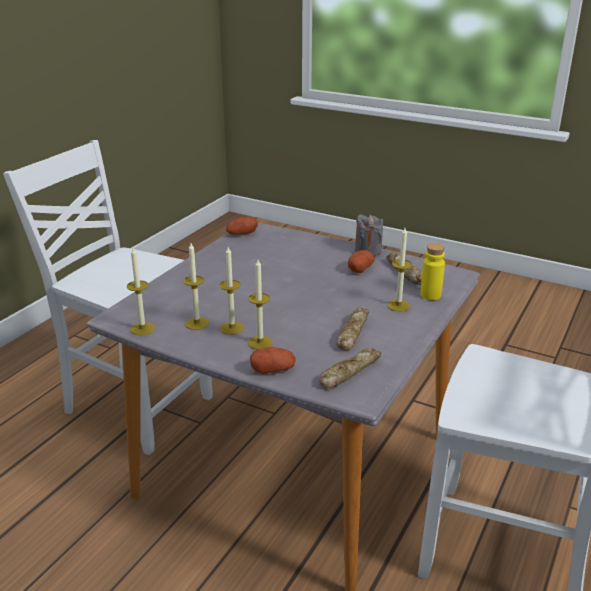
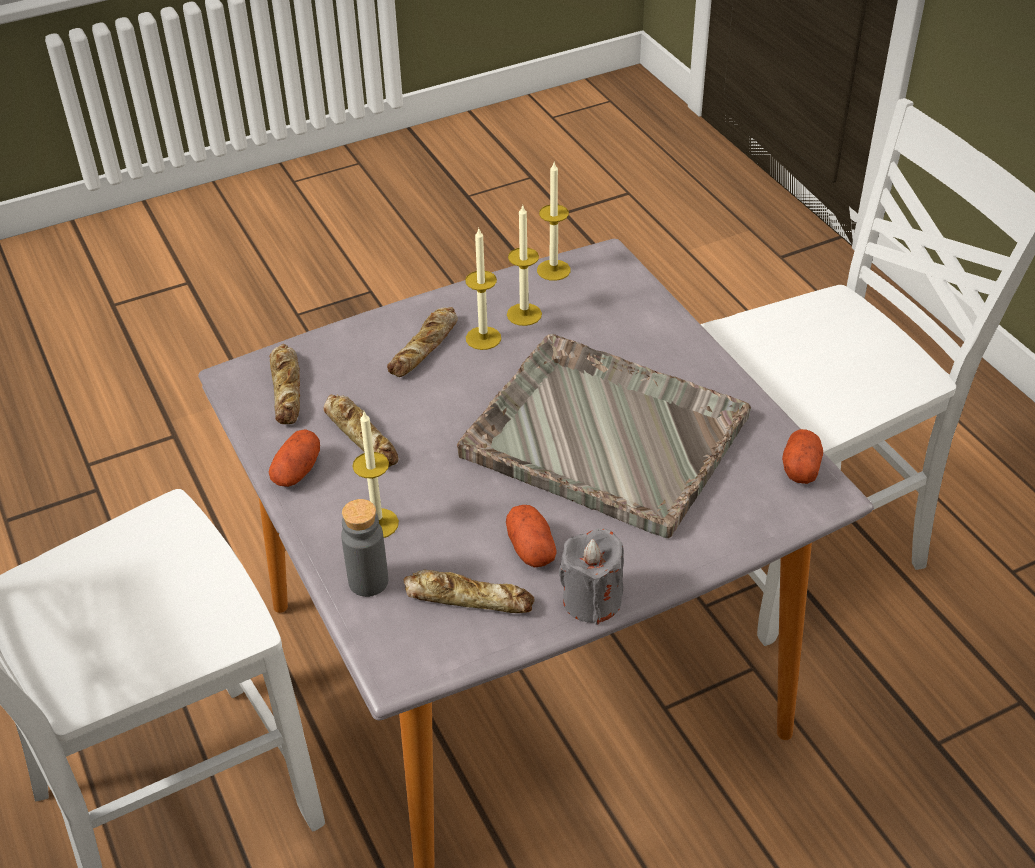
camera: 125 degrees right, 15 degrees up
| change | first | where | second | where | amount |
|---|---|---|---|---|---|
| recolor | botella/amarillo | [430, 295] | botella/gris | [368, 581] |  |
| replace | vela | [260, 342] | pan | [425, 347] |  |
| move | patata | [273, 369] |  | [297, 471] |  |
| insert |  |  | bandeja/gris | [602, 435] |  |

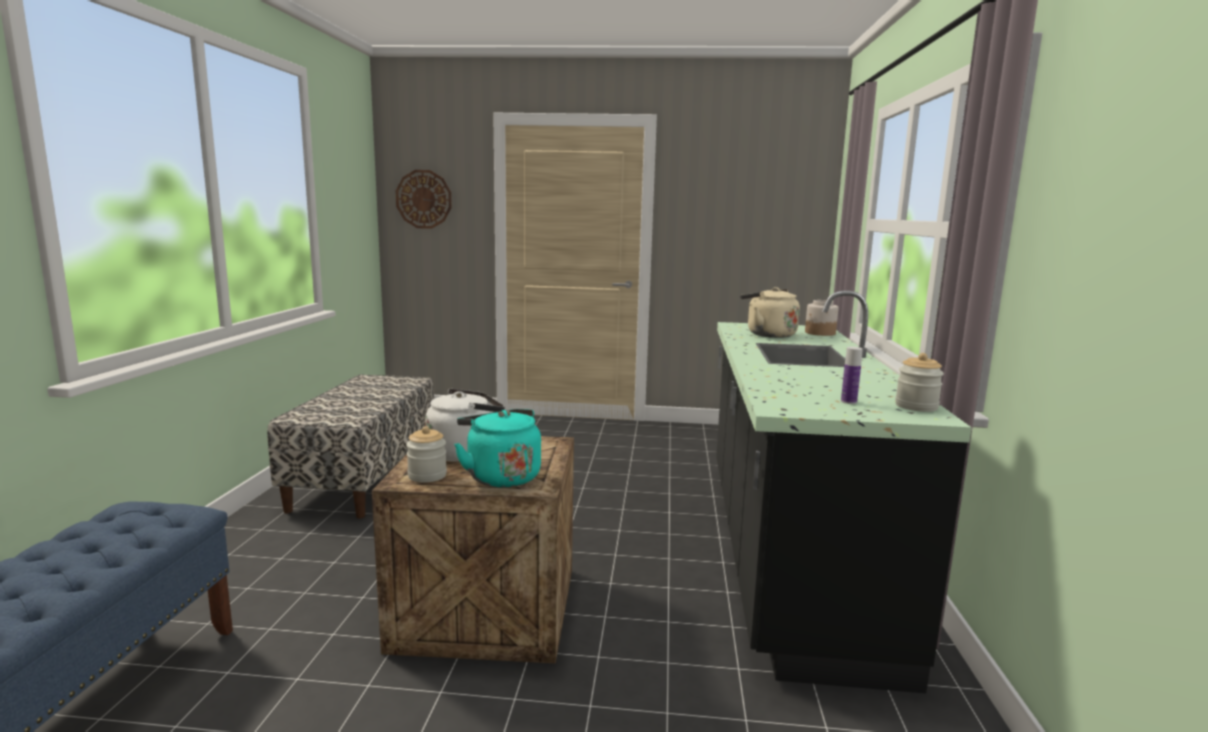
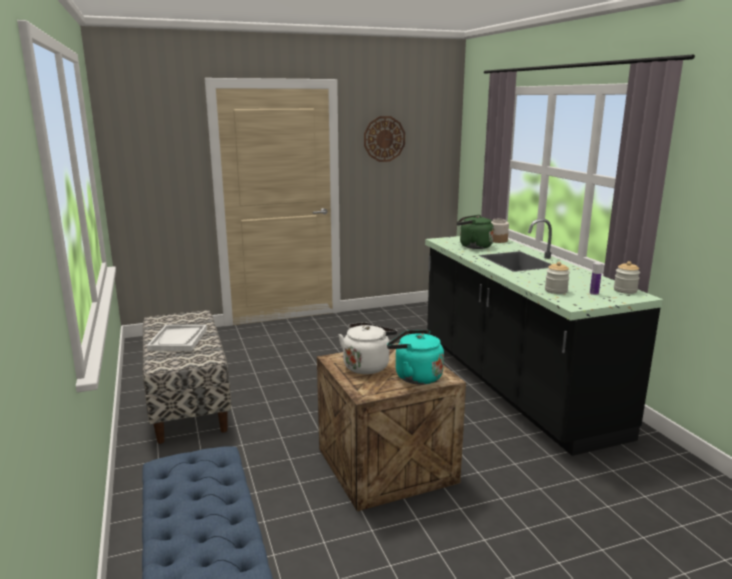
camera: 25 degrees left, 5 degrees up
| change | first | where | second | where | amount |
|---|---|---|---|---|---|
| move | reloj de pared | [424, 199] |  | [384, 139] |  |
| recolor | hervidor/beis | [768, 334] | hervidor/verde | [473, 246] |  |
| move | tarro | [427, 475] |  | [556, 290] |  |
| insert |  |  | bandeja/blanco | [178, 339] |  |

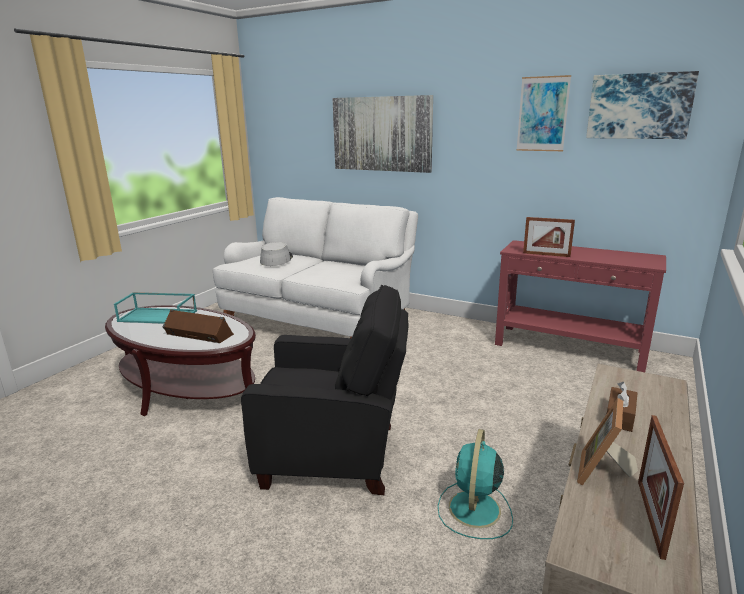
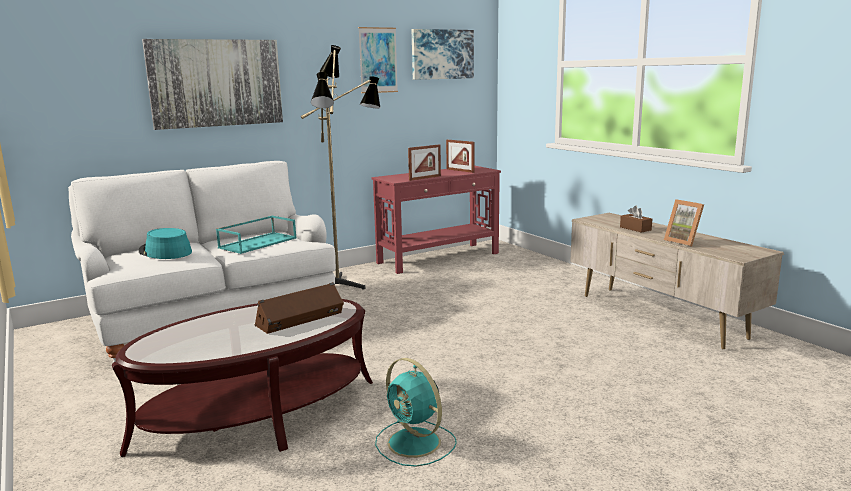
camera: 60 degrees left, 5 degrees down
| change | first | where | second | where | amount |
|---|---|---|---|---|---|
| recolor | sombrero/gris | [276, 259] | sombrero/turquesa | [165, 252] |  |
| delete | sillón/negro | [334, 455] |  |  |  |
| move | bandeja/turquesa | [159, 316] |  | [258, 242] |  |
| move | portarretratos | [650, 517] |  | [460, 170] |  |
| move | ventilador/turquesa | [474, 510] |  | [415, 443] |  |
| insert |  |  | lámpara de pie | [344, 284] |  |

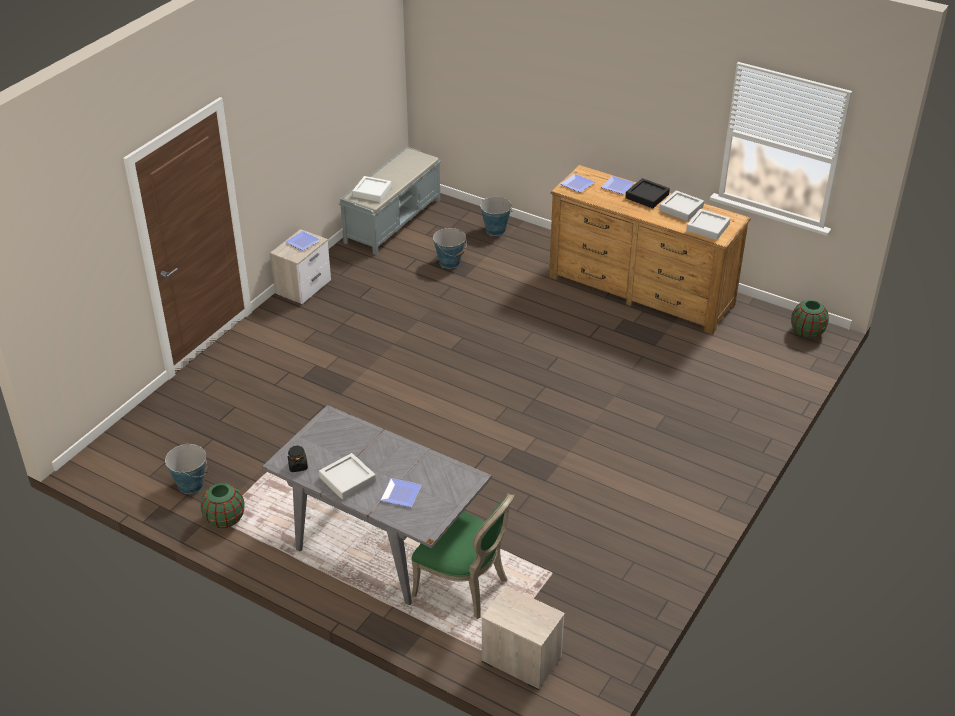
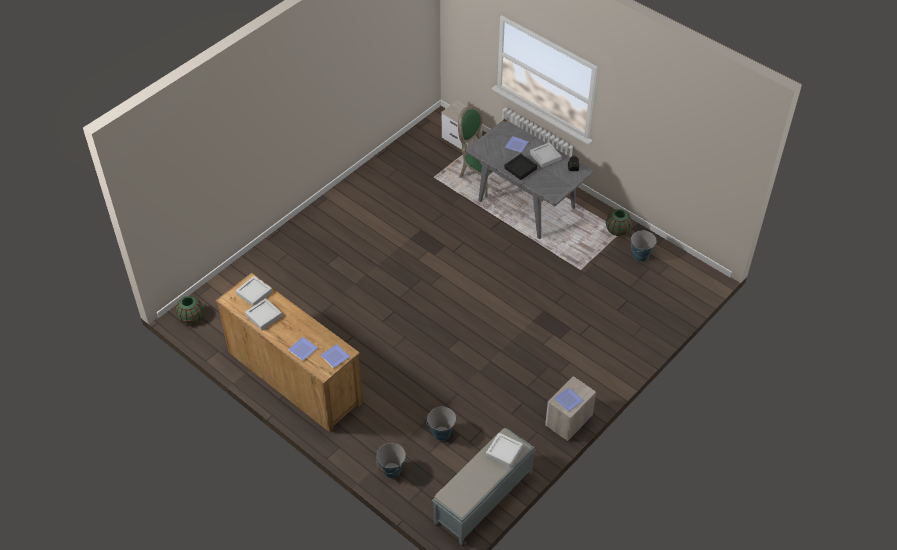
camera: 170 degrees left, 10 degrees up
| change | first | where | second | where | amount |
|---|---|---|---|---|---|
| move | bandeja/negro | [647, 196] |  | [520, 168] |  |

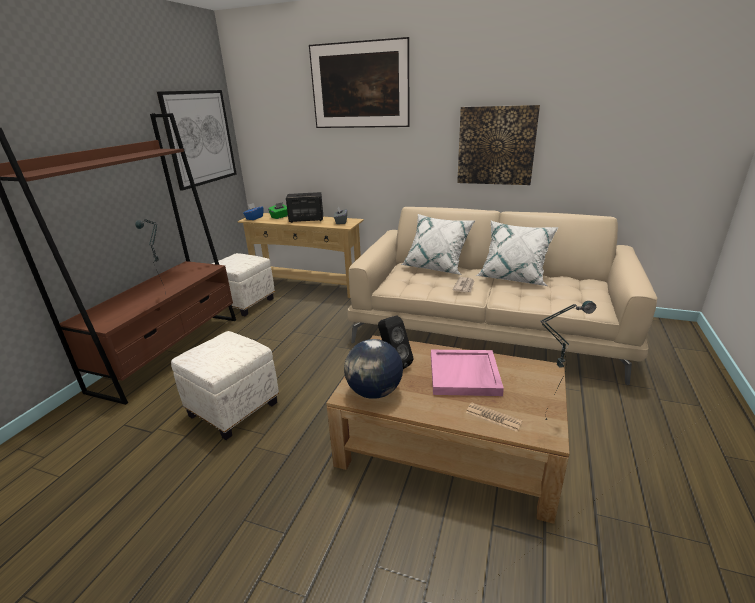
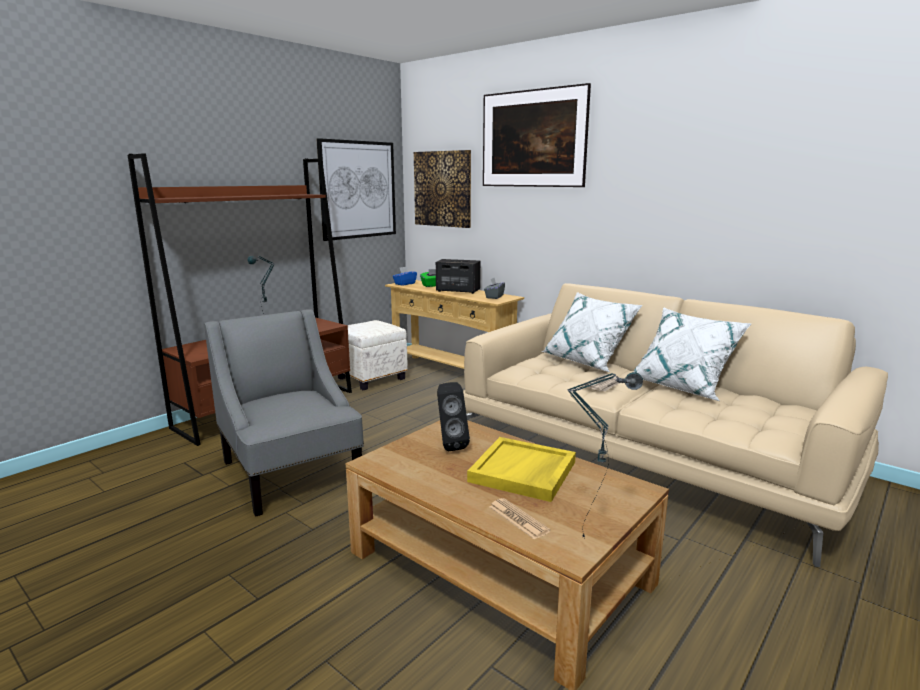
camera: 20 degrees right, 10 degrees down
| change | first | where | second | where | amount |
|---|---|---|---|---|---|
| move | cuadro | [496, 146] |  | [443, 189] |  |
| replace | puf/blanco | [234, 408] | sillón/gris | [291, 472] |  |
| delete | globo terráqueo | [374, 392] |  |  |  |
| recolor | bandeja/rosa | [464, 375] | bandeja/amarillo | [523, 472] |  |

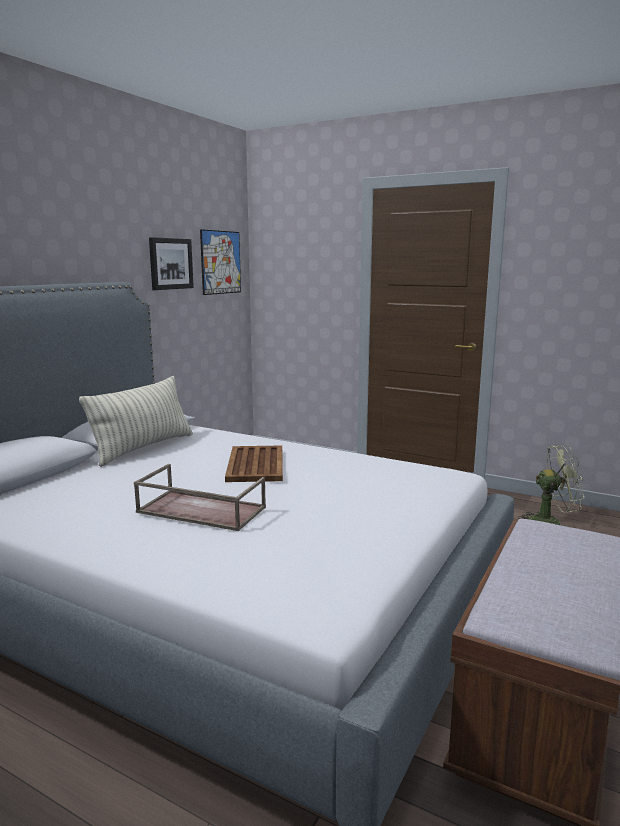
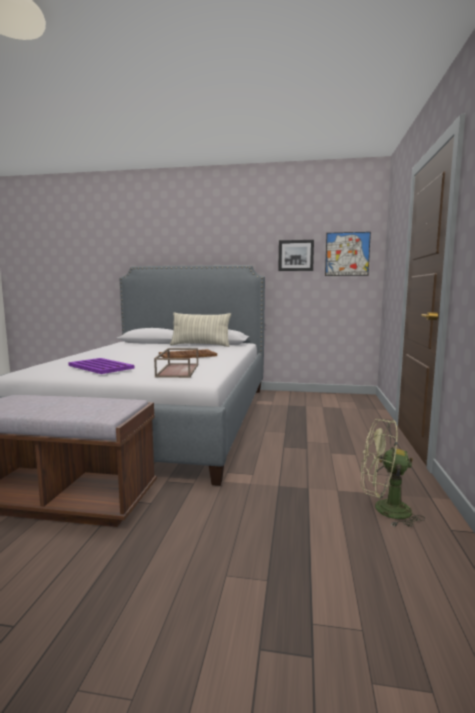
camera: 70 degrees right, 5 degrees down
| change | first | where | second | where | amount |
|---|---|---|---|---|---|
| rotate | ventilador/verde | [551, 522] |  | [384, 510] | 120 degrees clockwise |
| move | bandeja/marrón | [199, 510] |  | [177, 370] |  |
| insert |  |  | bandeja/morado | [100, 367] |  |

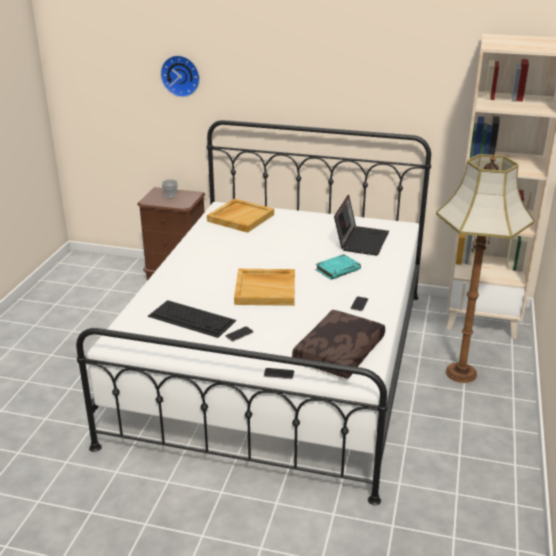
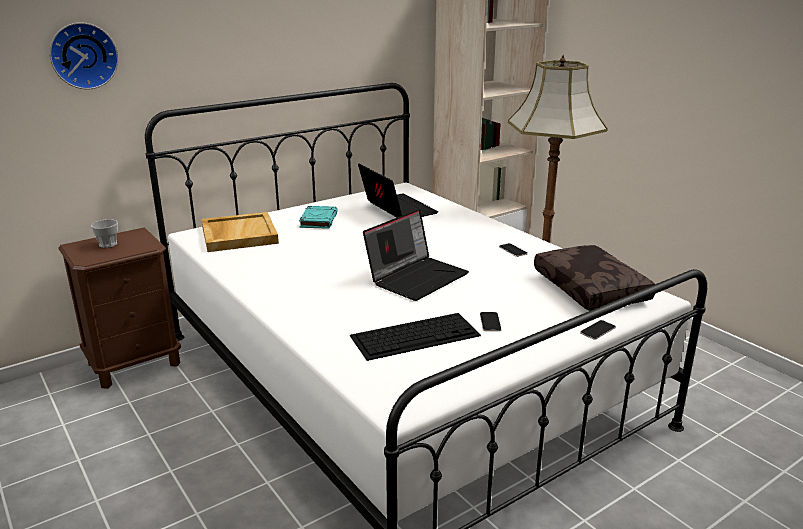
camera: 50 degrees left, 5 degrees down
| change | first | where | second | where | amount |
|---|---|---|---|---|---|
| move | libro/turquesa | [338, 269] |  | [318, 220] |  |
| replace | bandeja/beis | [266, 289] | portátil | [417, 277] |  |

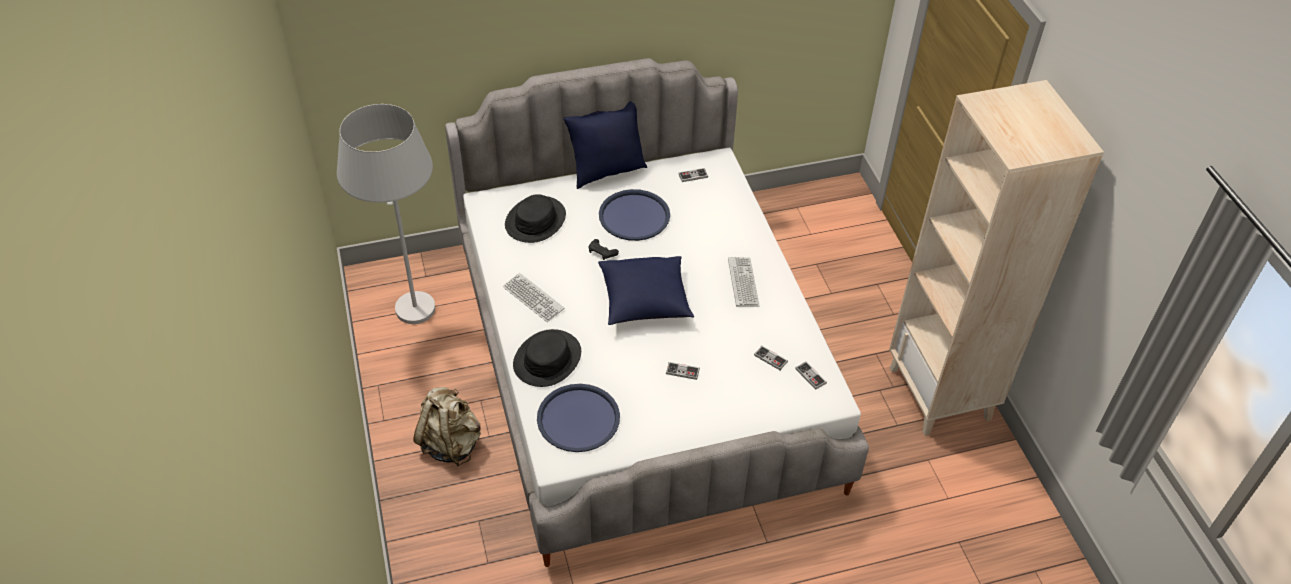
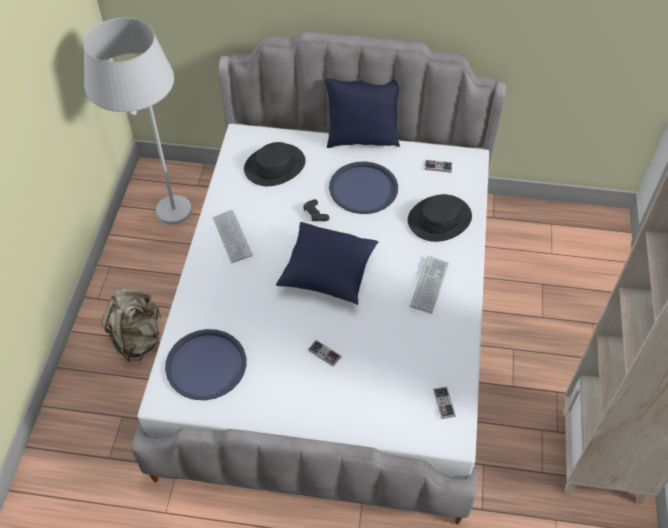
camera: 25 degrees right, 5 degrees up
| change | first | where | second | where | amount |
|---|---|---|---|---|---|
| move | sombrero/negro | [547, 359] |  | [439, 219] |  |
| delete | mando de consola | [770, 358] |  |  |  |

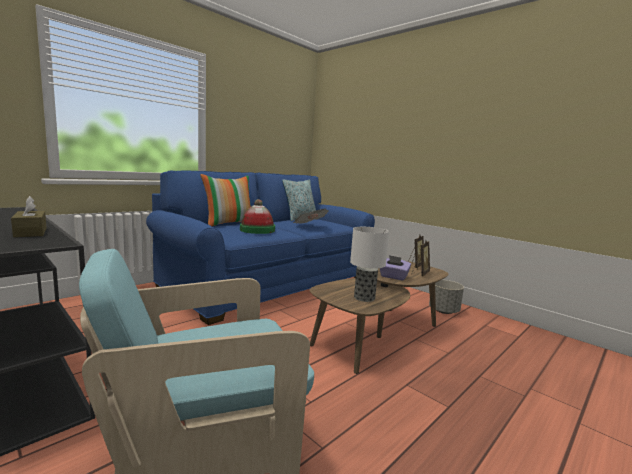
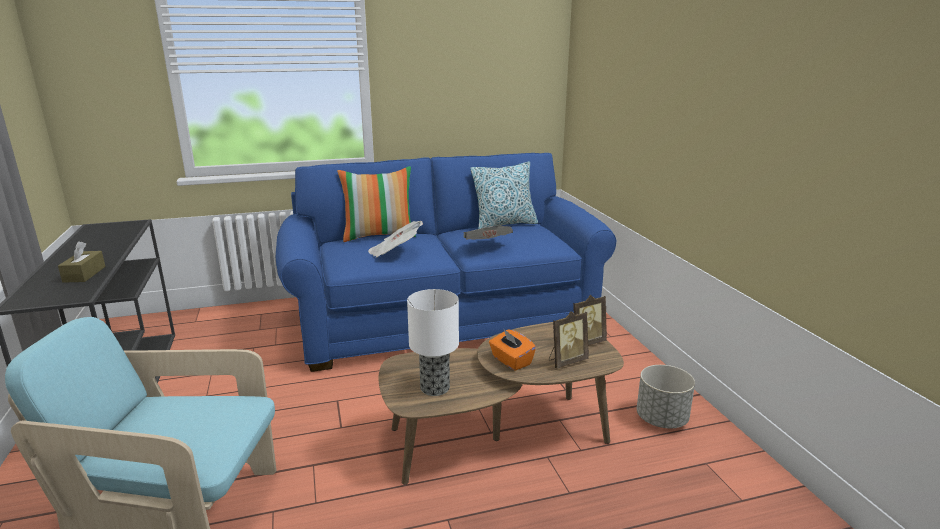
camera: 30 degrees right, 10 degrees up
| change | first | where | second | where | amount |
|---|---|---|---|---|---|
| replace | sombrero | [257, 230] | periódico | [395, 253] |  |
| recolor | caja de pañuelos/morado | [393, 277] | caja de pañuelos/naranja | [511, 361] |  |

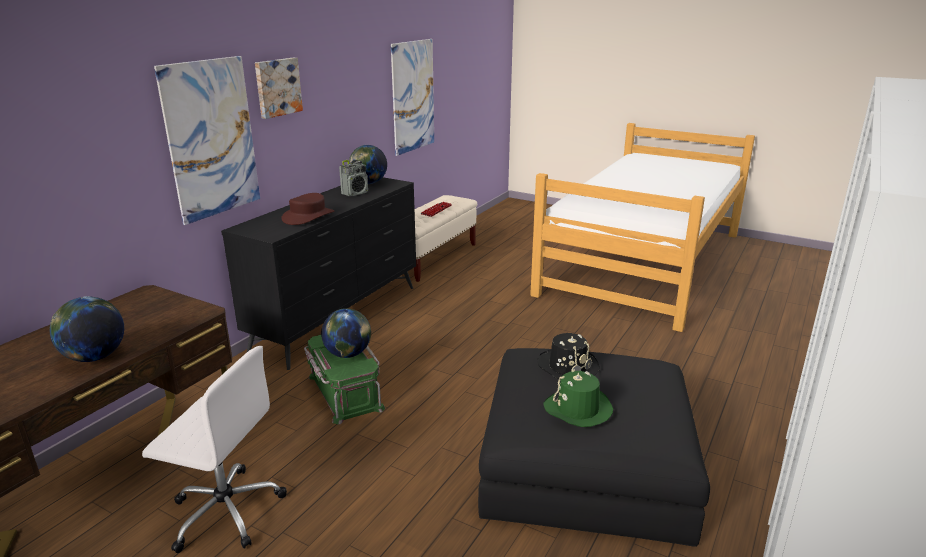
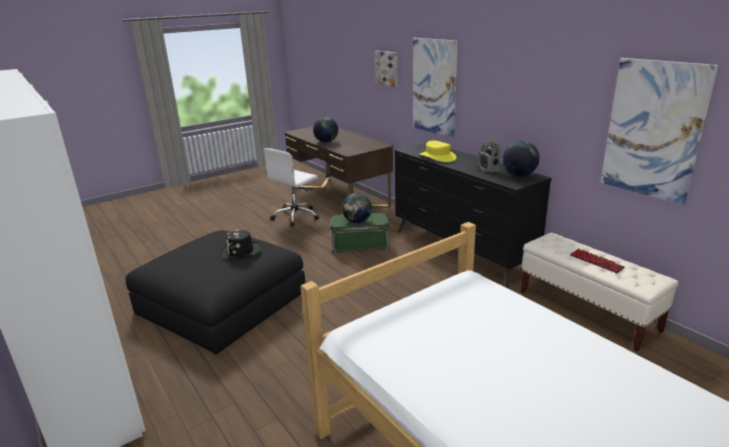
camera: 115 degrees right, 0 degrees up
| change | first | where | second | where | amount |
|---|---|---|---|---|---|
| move | cuadro | [277, 87] |  | [387, 68] |  |
| recolor | sombrero/marrón | [308, 216] | sombrero/amarillo | [437, 157] |  |
| delete | sombrero/verde | [578, 409] |  |  |  |

